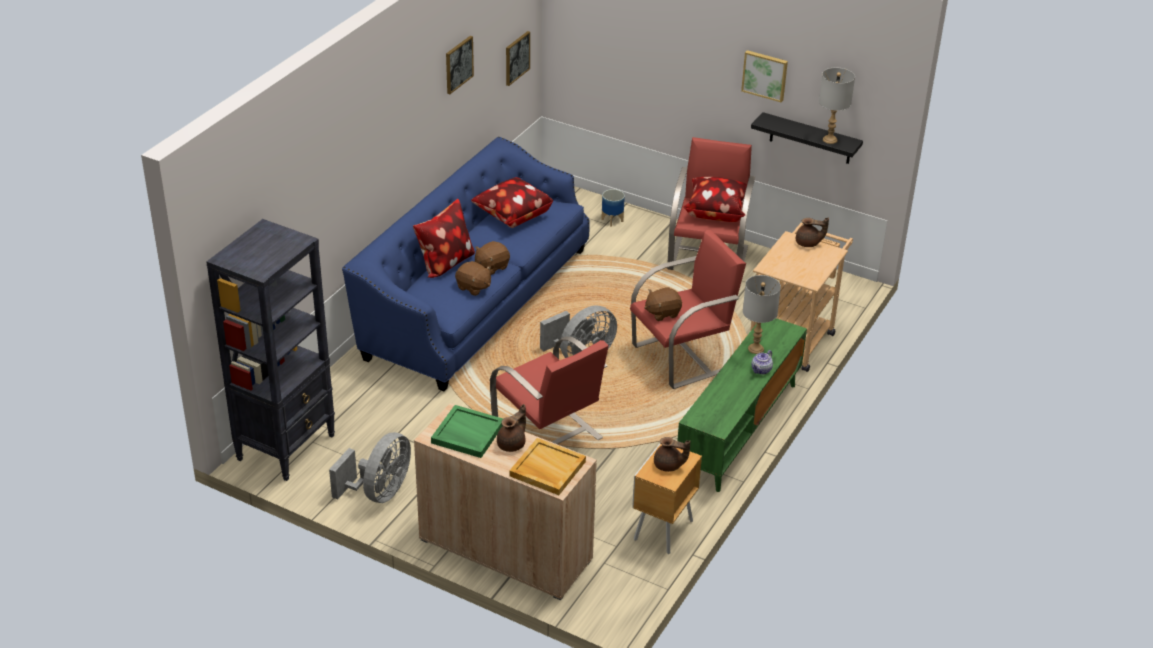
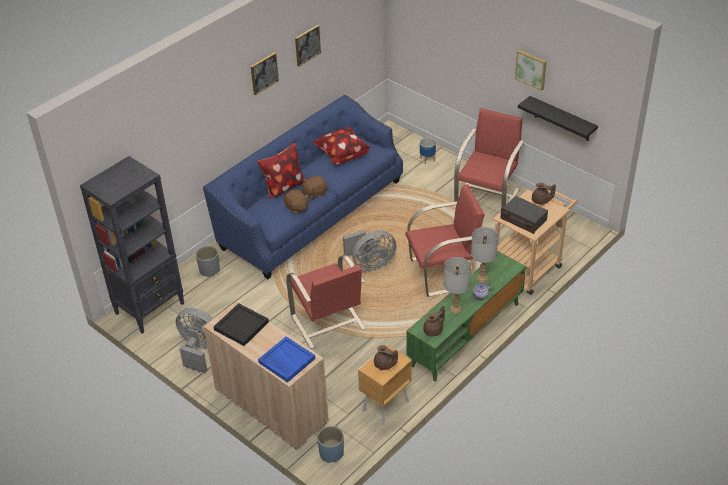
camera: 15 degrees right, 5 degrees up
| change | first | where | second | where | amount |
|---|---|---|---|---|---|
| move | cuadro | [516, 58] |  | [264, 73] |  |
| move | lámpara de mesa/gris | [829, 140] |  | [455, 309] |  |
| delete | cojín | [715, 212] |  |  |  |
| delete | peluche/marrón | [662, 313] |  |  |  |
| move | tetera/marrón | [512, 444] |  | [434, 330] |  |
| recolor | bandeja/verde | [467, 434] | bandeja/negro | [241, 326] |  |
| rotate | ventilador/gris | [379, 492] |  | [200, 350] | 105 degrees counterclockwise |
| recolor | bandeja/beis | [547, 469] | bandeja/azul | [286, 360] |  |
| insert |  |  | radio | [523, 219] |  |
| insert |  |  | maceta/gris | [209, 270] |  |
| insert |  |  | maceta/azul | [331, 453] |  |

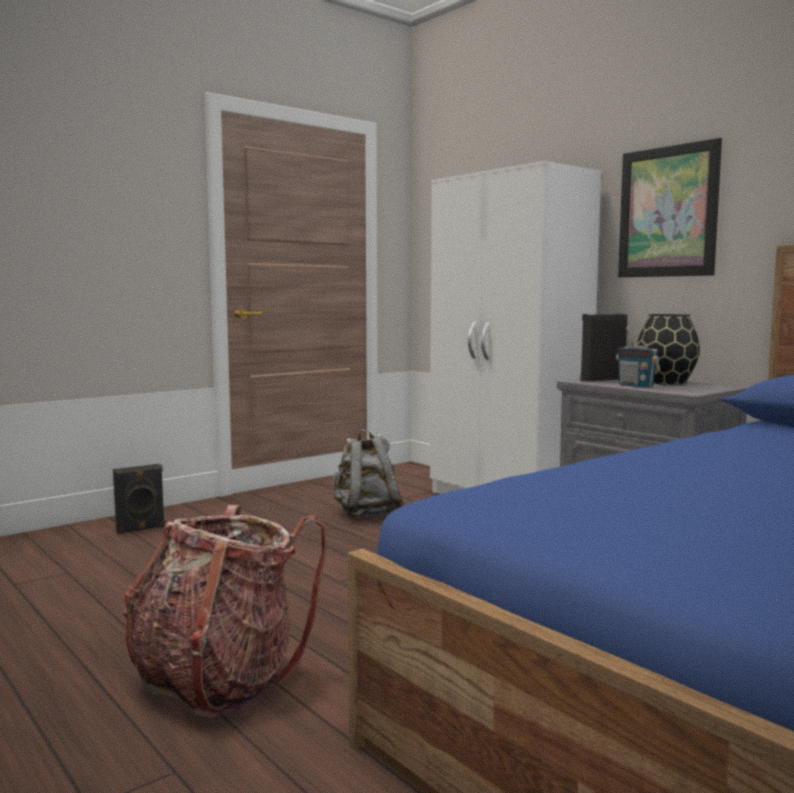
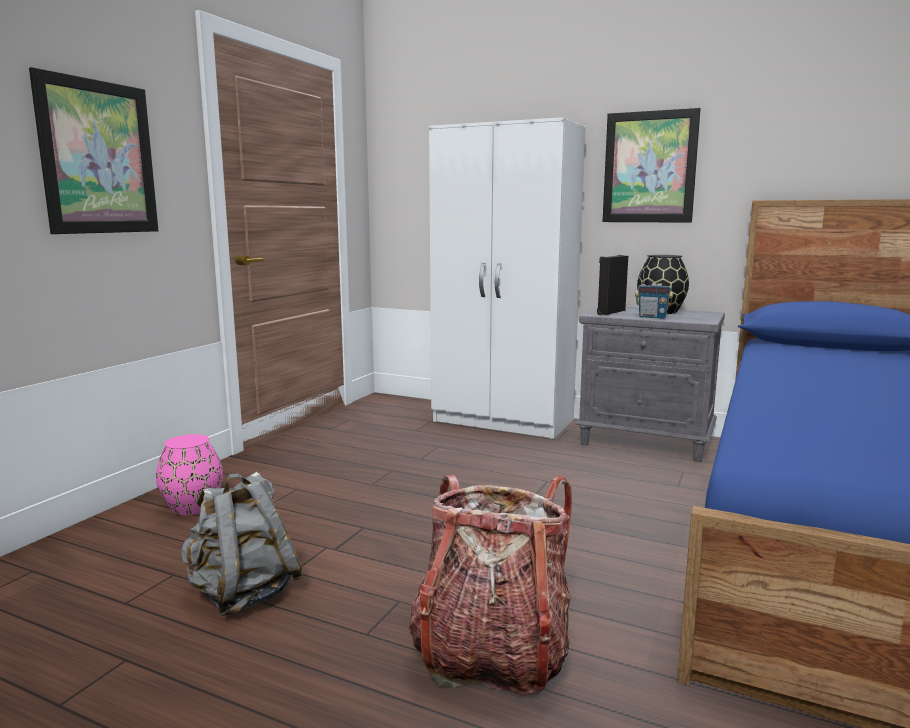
camera: 25 degrees left, 5 degrees up
| change | first | where | second | where | amount |
|---|---|---|---|---|---|
| move | mochila/gris | [366, 514] |  | [243, 594] |  |
| replace | altavoz/negro | [140, 529] | florero/rosa | [193, 506] |  |
| insert |  |  | cuadro | [98, 157] |  |

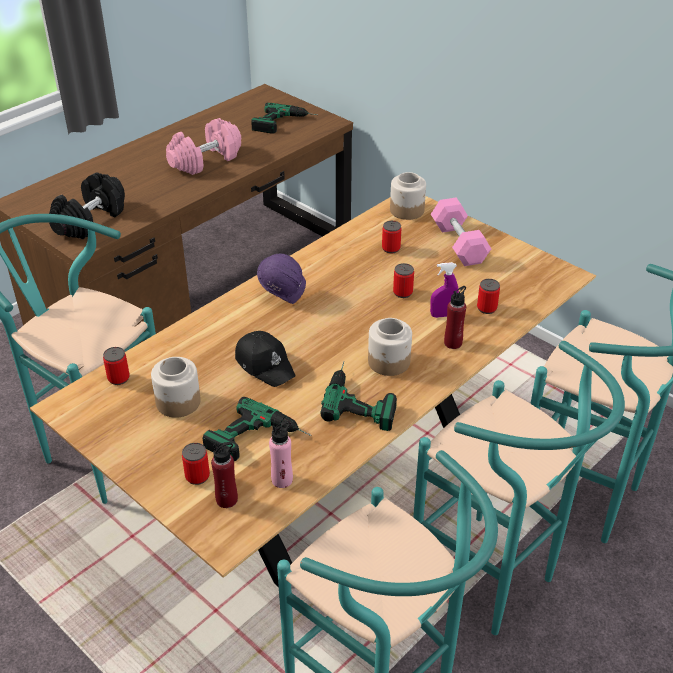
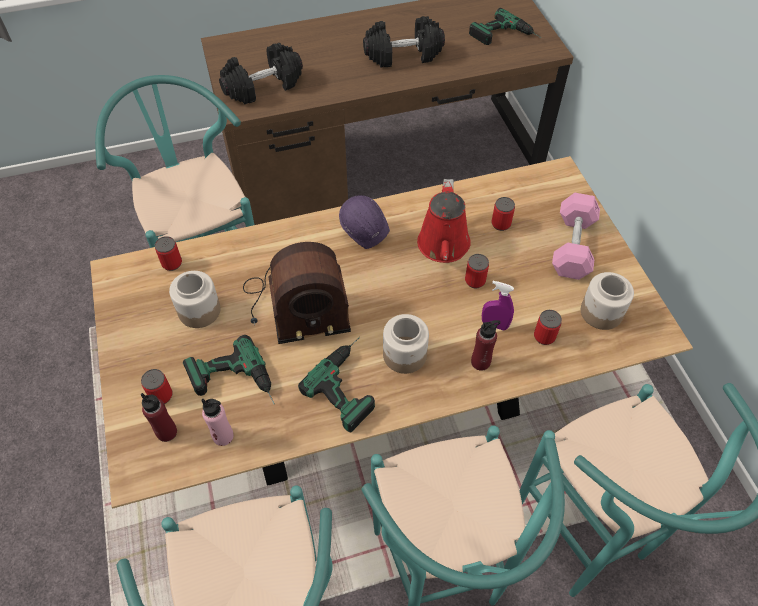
camera: 30 degrees right, 15 degrees up
| change | first | where | second | where | amount |
|---|---|---|---|---|---|
| recolor | mancuerna/rosa | [205, 160] | mancuerna/negro | [403, 55] |  |
| move | tarro | [407, 210] |  | [602, 312] |  |
| replace | gorra/negro | [265, 364] | radio | [295, 305] |  |
| insert |  |  | regadera/rojo | [443, 247] |  |

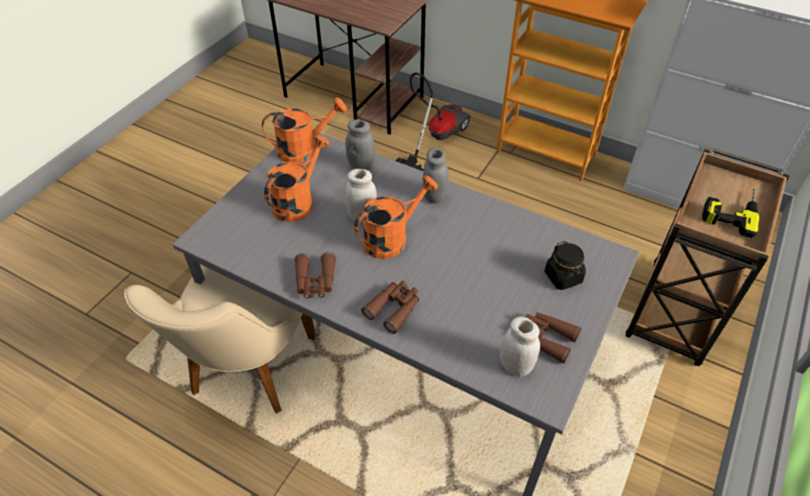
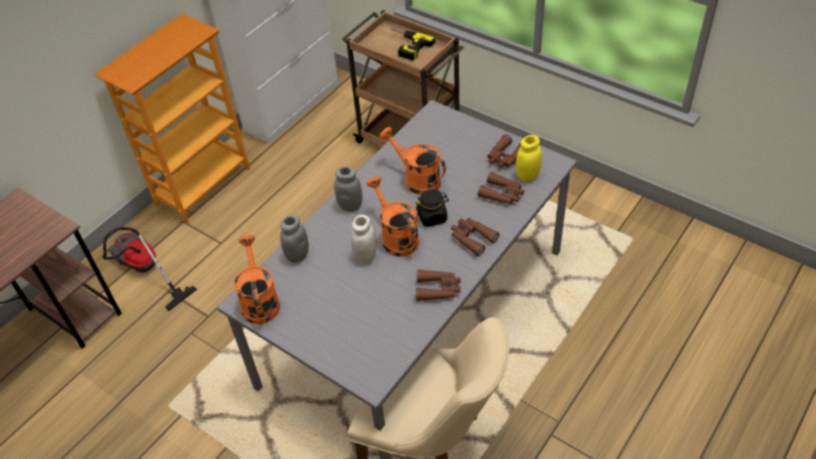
camera: 80 degrees left, 0 degrees up
| change | first | where | second | where | amount |
|---|---|---|---|---|---|
| move | regadera/naranja | [298, 201] |  | [417, 179] |  |
| move | tarro/negro | [563, 277] |  | [432, 217] |  |
| recolor | tarro/blanco | [515, 366] | tarro/amarillo | [527, 176] |  |
| insert |  |  | prismáticos/marrón | [502, 194] |  |

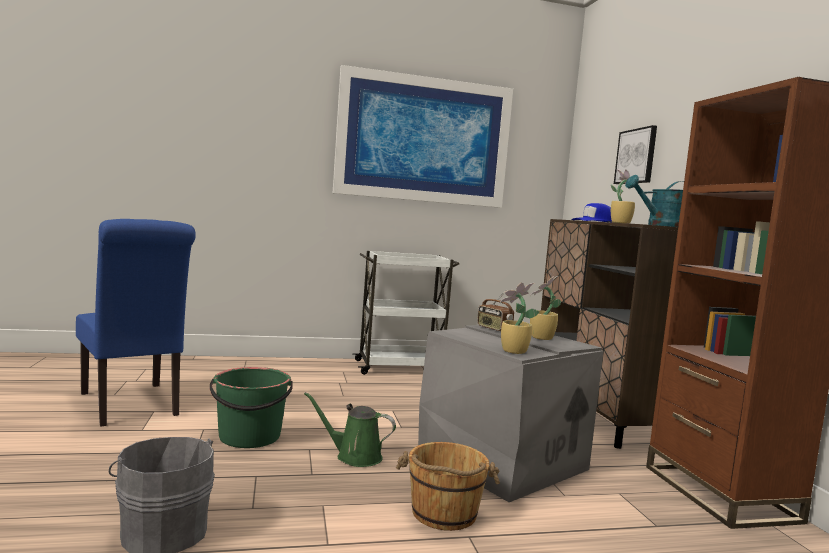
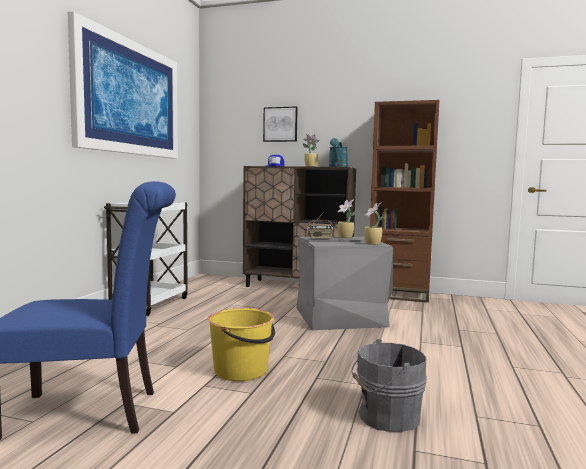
camera: 60 degrees left, 0 degrees up
| change | first | where | second | where | amount |
|---|---|---|---|---|---|
| recolor | cubo/verde | [249, 437] | cubo/amarillo | [242, 370] |  |
| delete | regadera/verde | [354, 456] |  |  |  |
| delete | cubo/marrón | [443, 513] |  |  |  |

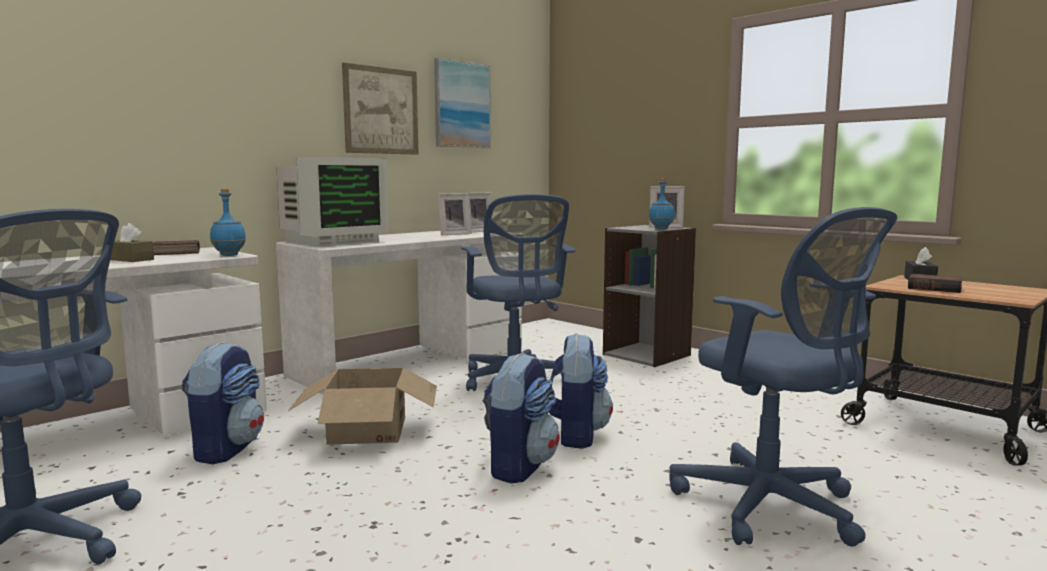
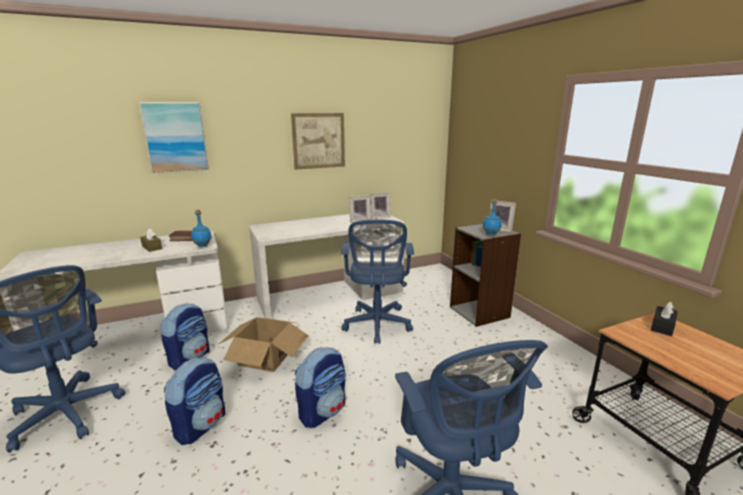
camera: 20 degrees right, 10 degrees up
| change | first | where | second | where | amount |
|---|---|---|---|---|---|
| move | cuadro | [461, 105] |  | [175, 137] |  |
| delete | monitor | [332, 242] |  |  |  |
| delete | libro | [936, 288] |  |  |  |
| move | mochila | [575, 435] |  | [201, 425] |  |

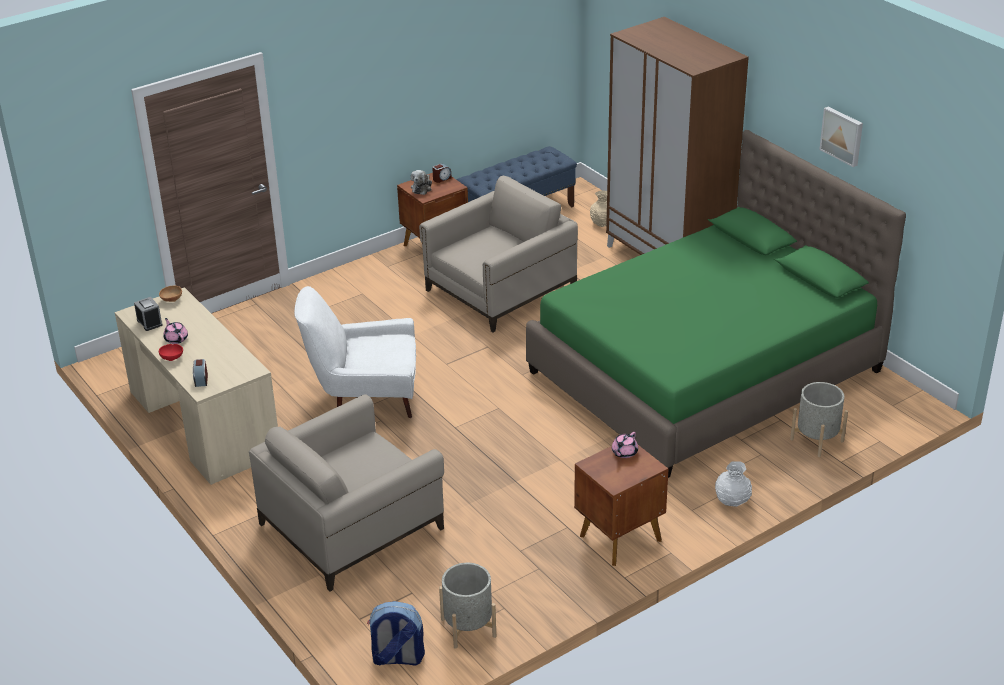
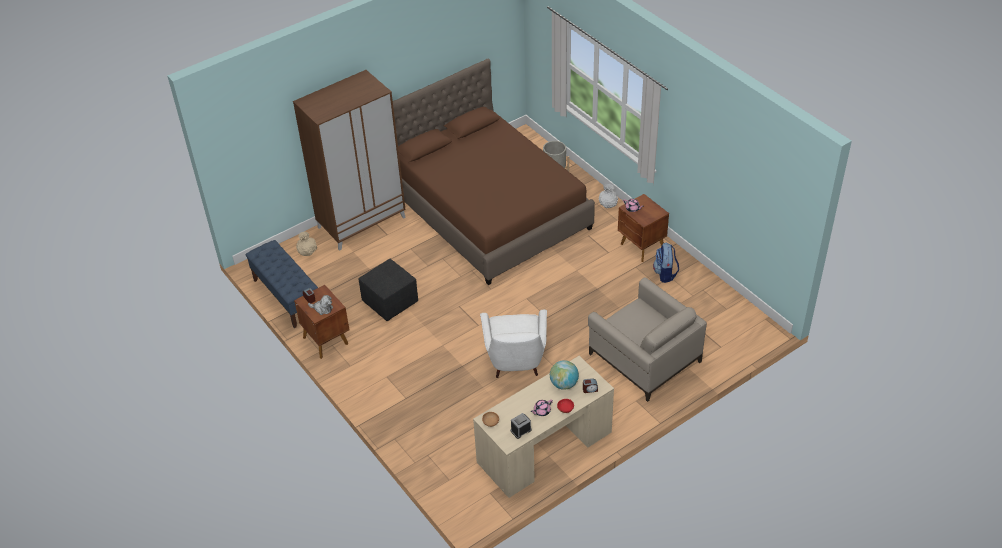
camera: 90 degrees left, 10 degrees up
| change | first | where | second | where | amount |
|---|---|---|---|---|---|
| delete | cuadro | [842, 135] |  |  |  |
| recolor | cama/verde | [705, 371] | cama/marrón | [489, 210] |  |
| replace | sillón/beis | [500, 290] | puf/negro | [390, 302] |  |
| delete | maceta/gris | [468, 628] |  |  |  |
| move | mochila | [397, 658] |  | [665, 274] |  |
| insert |  |  | globo terráqueo | [564, 384] |  |

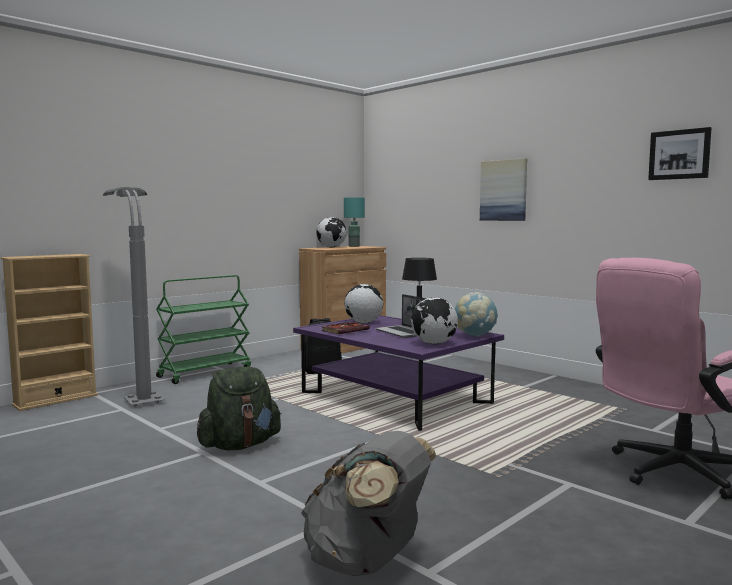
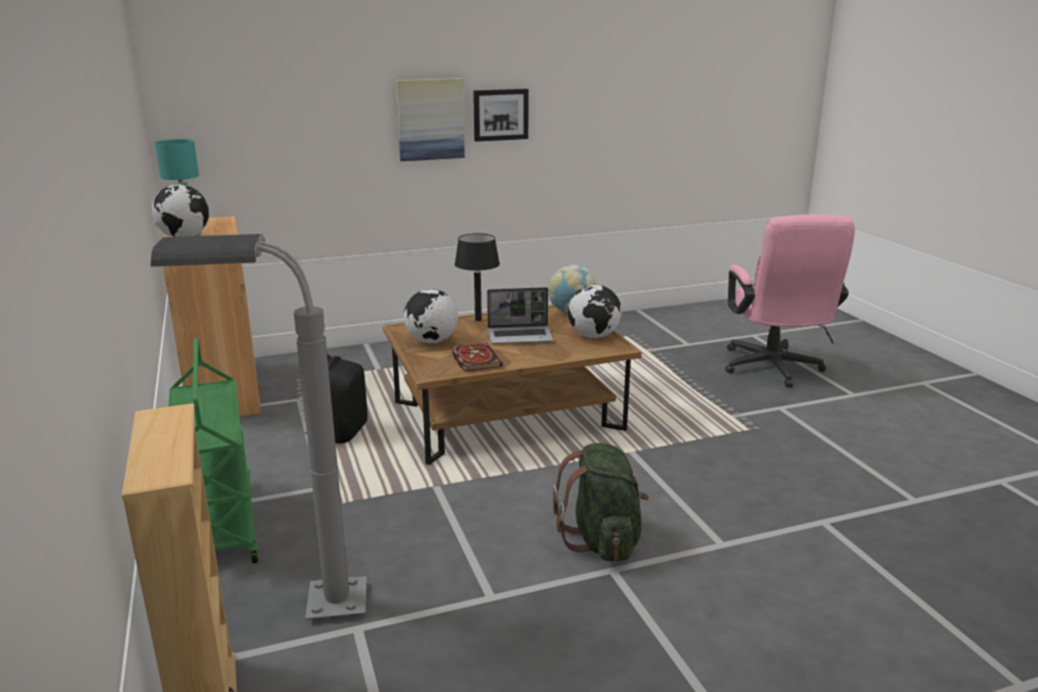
camera: 65 degrees left, 15 degrees up
| change | first | where | second | where | amount |
|---|---|---|---|---|---|
| move | cuadro | [679, 154] |  | [500, 114] |  |
| recolor | mesa de centro/morado | [395, 398] | mesa de centro/marrón | [507, 416] |  |
| delete | mochila/gris | [367, 561] |  |  |  |

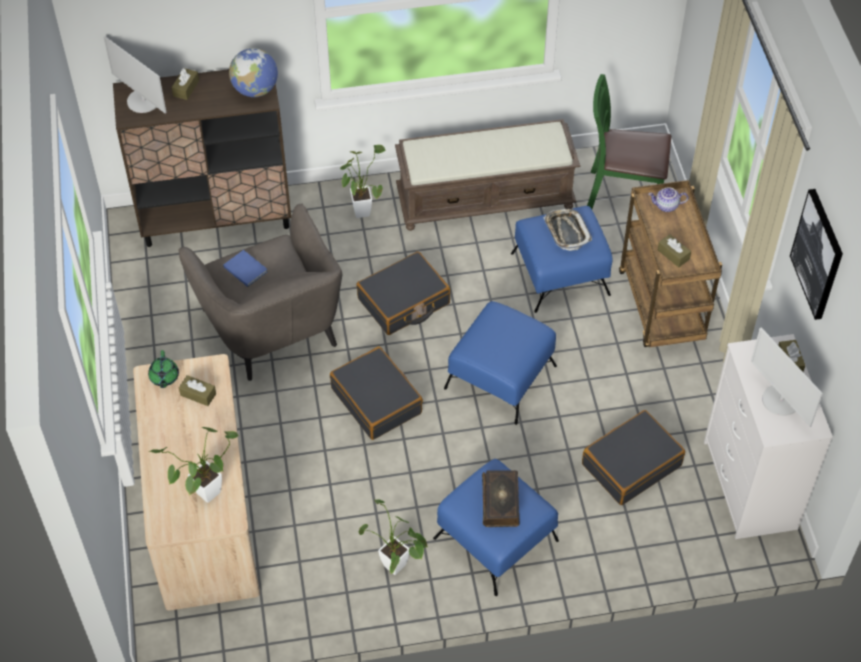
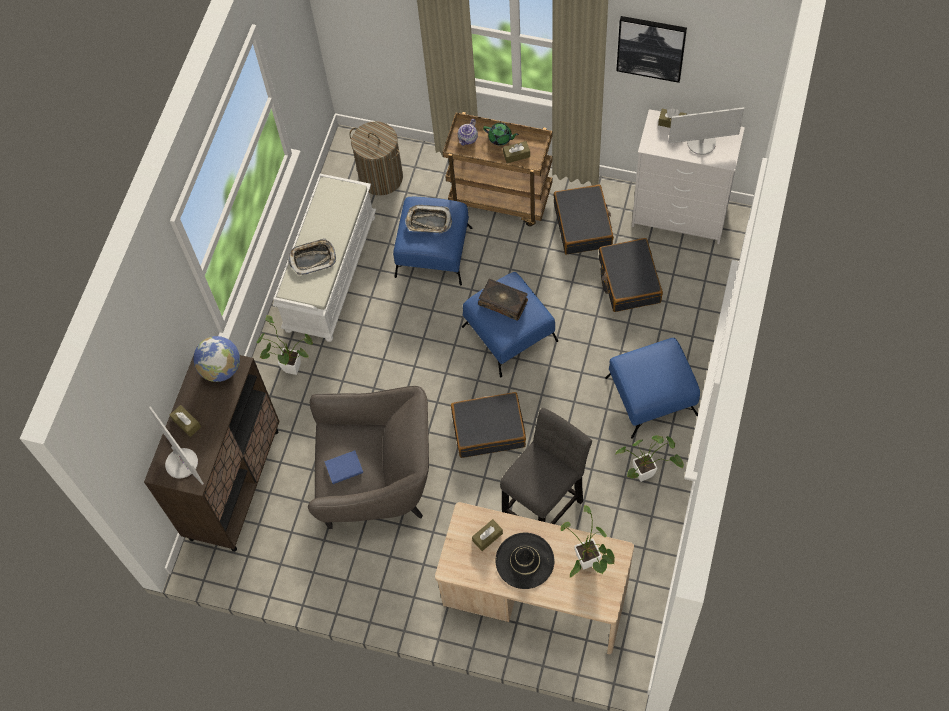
camera: 60 degrees left, 10 degrees up
| change | first | where | second | where | amount |
|---|---|---|---|---|---|
| rotate | monitor | [143, 101] |  | [182, 463] | 105 degrees counterclockwise |
| replace | silla/verde | [622, 196] | cesto de la ropa | [381, 177] |  |
| recolor | banco/marrón | [486, 199] | banco/blanco | [330, 272] |  |
| move | maleta/negro | [403, 302] |  | [583, 225] |  |
| move | tetera/verde | [164, 377] |  | [500, 138] |  |
| move | libro | [501, 502] |  | [503, 302] |  |
| insert |  |  | bandeja | [312, 258] |  |
| insert |  |  | taburete/gris | [545, 507] |  |
| insert |  |  | sombrero/negro | [524, 561] |  |

